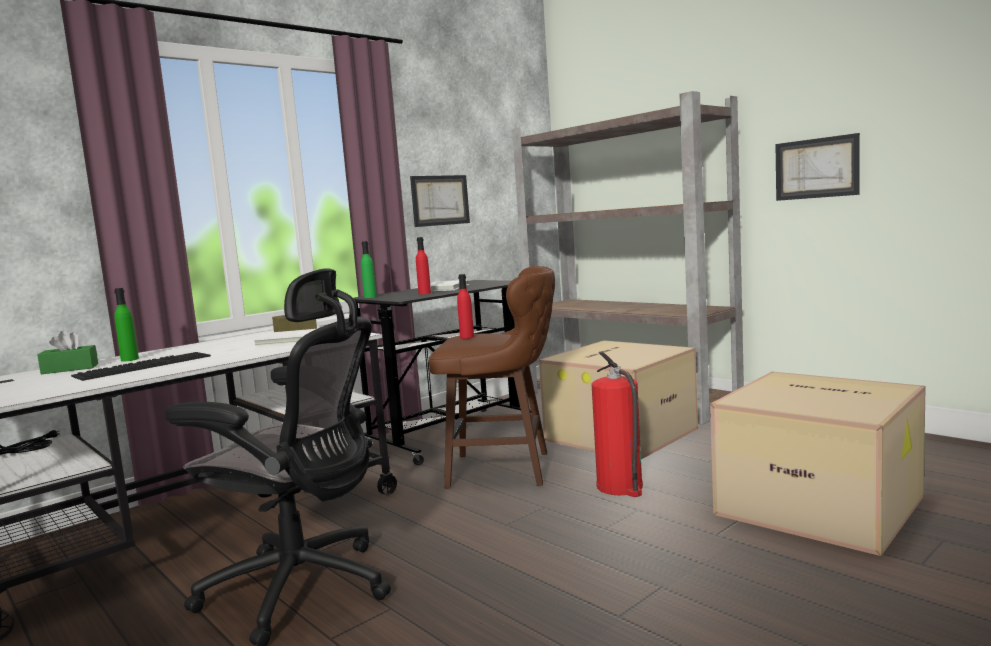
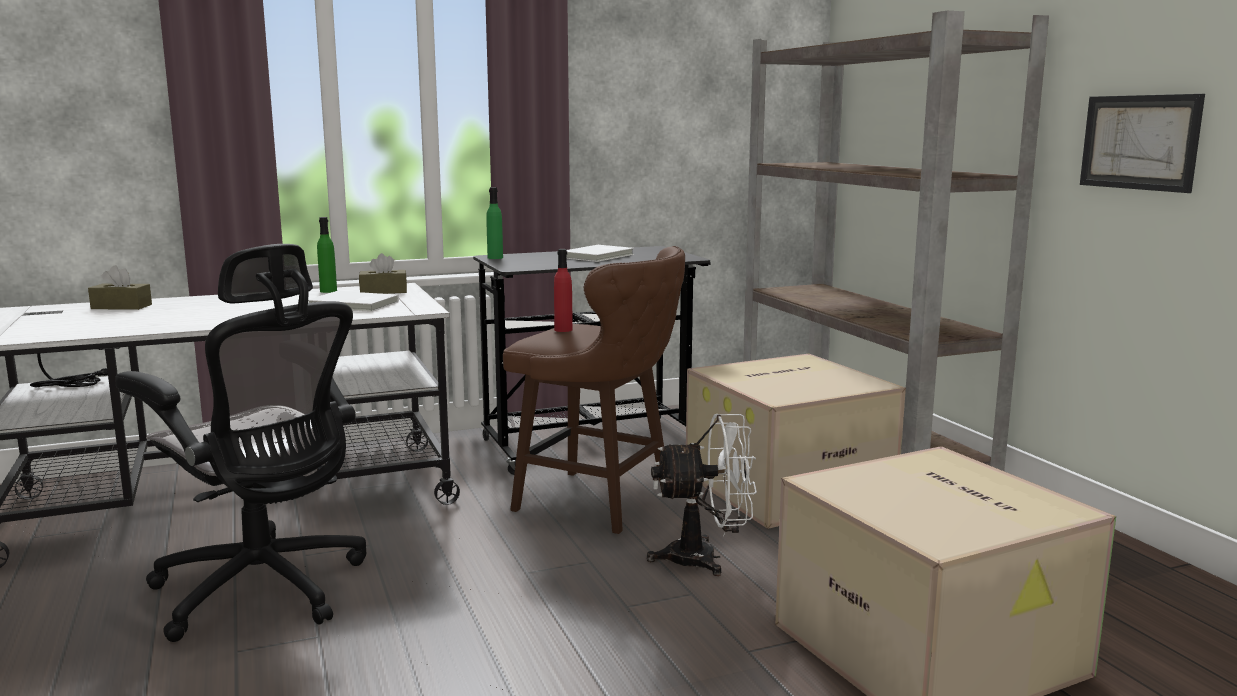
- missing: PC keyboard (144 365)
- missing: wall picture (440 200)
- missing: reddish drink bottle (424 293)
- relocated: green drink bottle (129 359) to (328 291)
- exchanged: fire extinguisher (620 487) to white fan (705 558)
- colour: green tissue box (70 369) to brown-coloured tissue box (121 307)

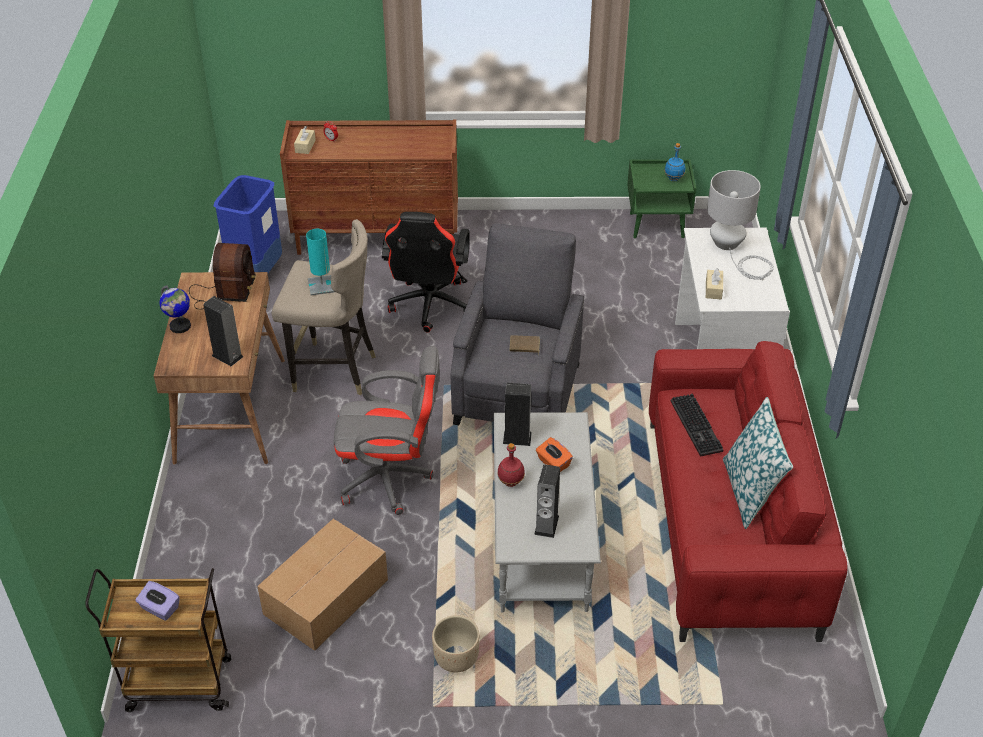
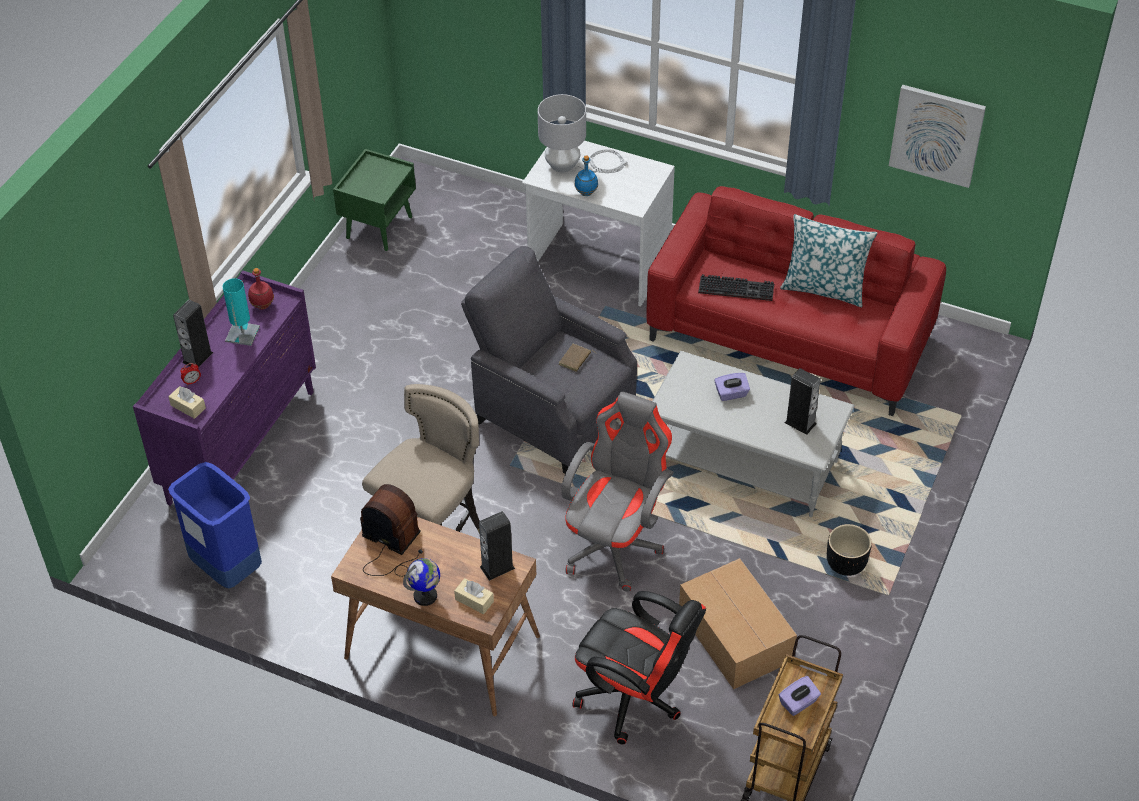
- appeared: wall picture (936 135)
- relocated: turquoise-coloured table lamp (322 285) to (242 334)
- relocated: black desk chair (429 309) to (636 702)
- relocated: reddish drink bottle (511 482) to (262 305)
- relocated: audio speaker (517 438) to (197 357)
- relocated: blue drink bottle (673 179) to (586 193)
- relocated: sand-coloured tissue box (713 289) to (474 600)
- colour: brown-coloured storage cabinet (378 239) to purplish storage cabinet (242 446)
- colour: sand-coloured planter (455 658) to black planter (845 564)
- colour: orange-coloured tissue box (553 463) to purplish tissue box (731 394)

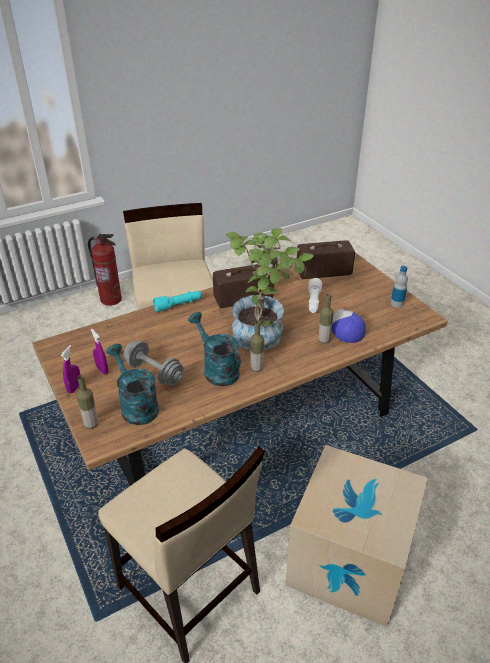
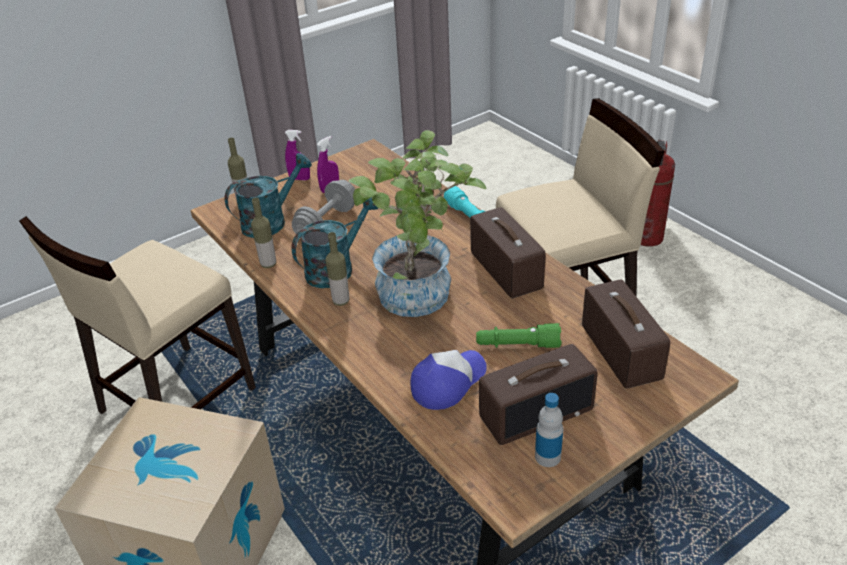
- appeared: radio set (536 412)
- relocated: drink bottle (324 340) to (268 264)
- colour: white flashlight (313 302) to green flashlight (517 345)

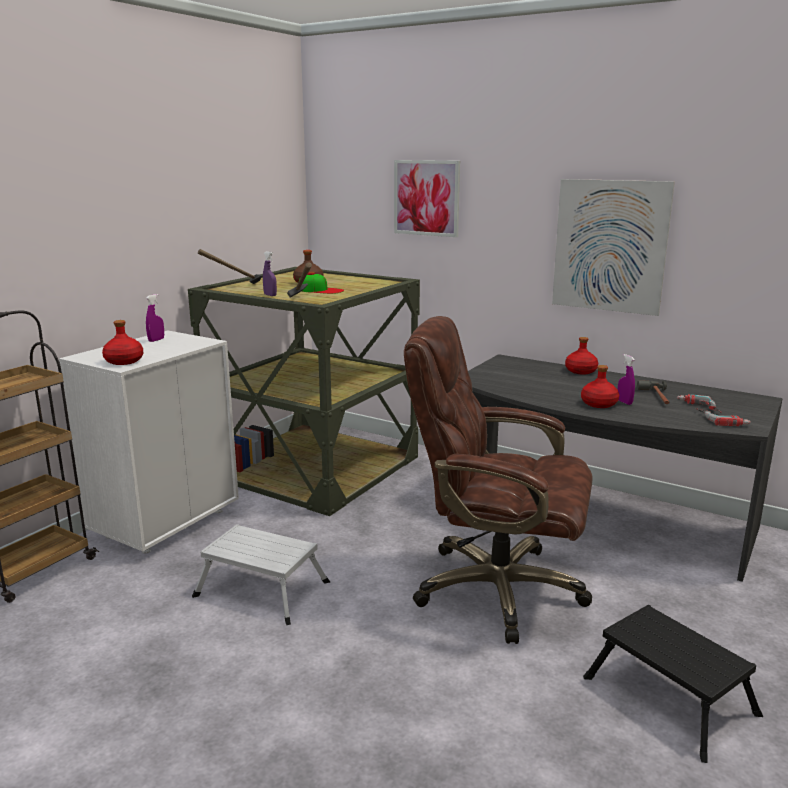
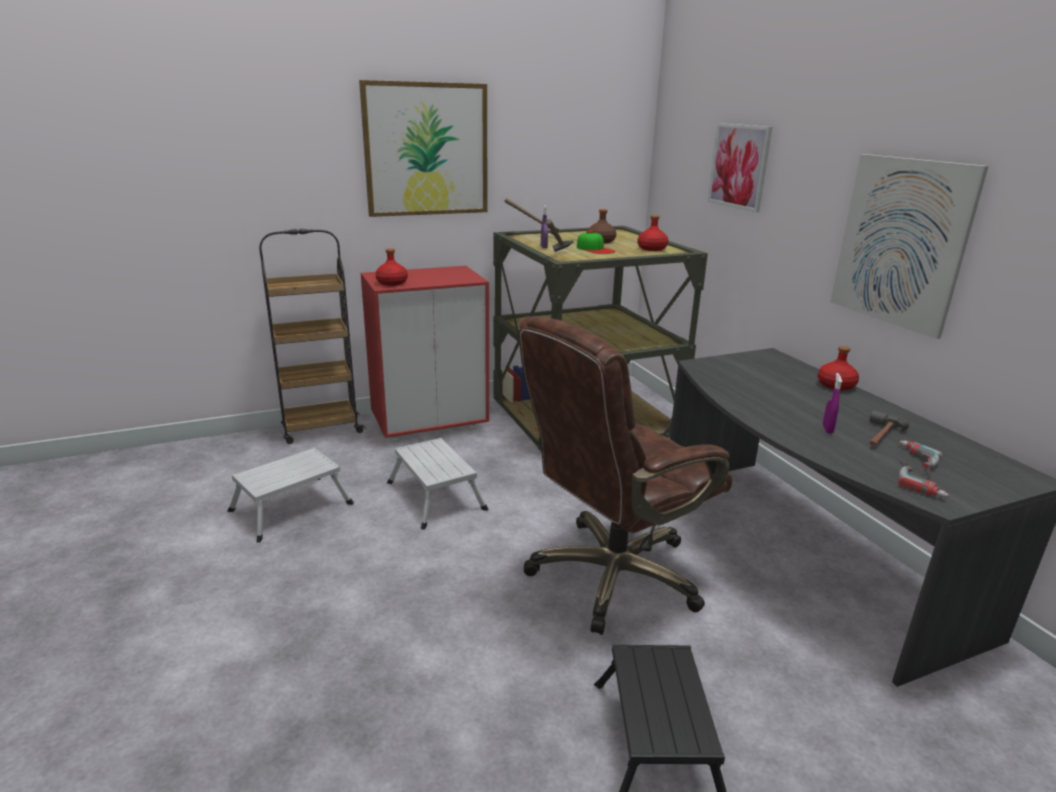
- missing: purplish spray bottle (156 340)
- appeared: white step ladder (292 507)
- appeared: wall picture (426 150)
- relocated: reddish drink bottle (599 404) to (652 249)
- colour: white storage cabinet (166 522) to reddish storage cabinet (430 423)
- spun: brown-coloured desk chair (498 589) = (614 574) 90 degrees counterclockwise

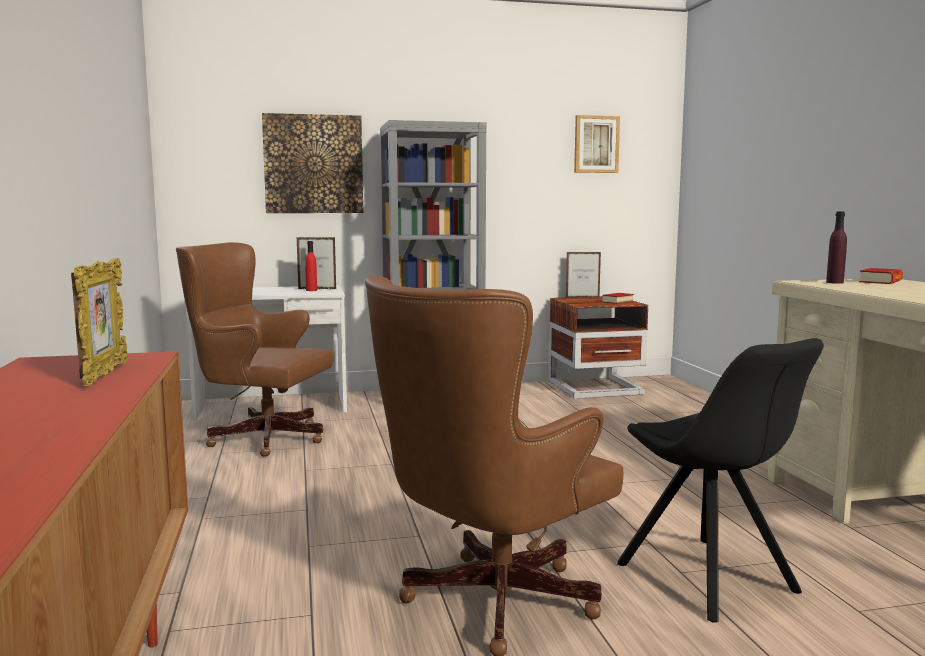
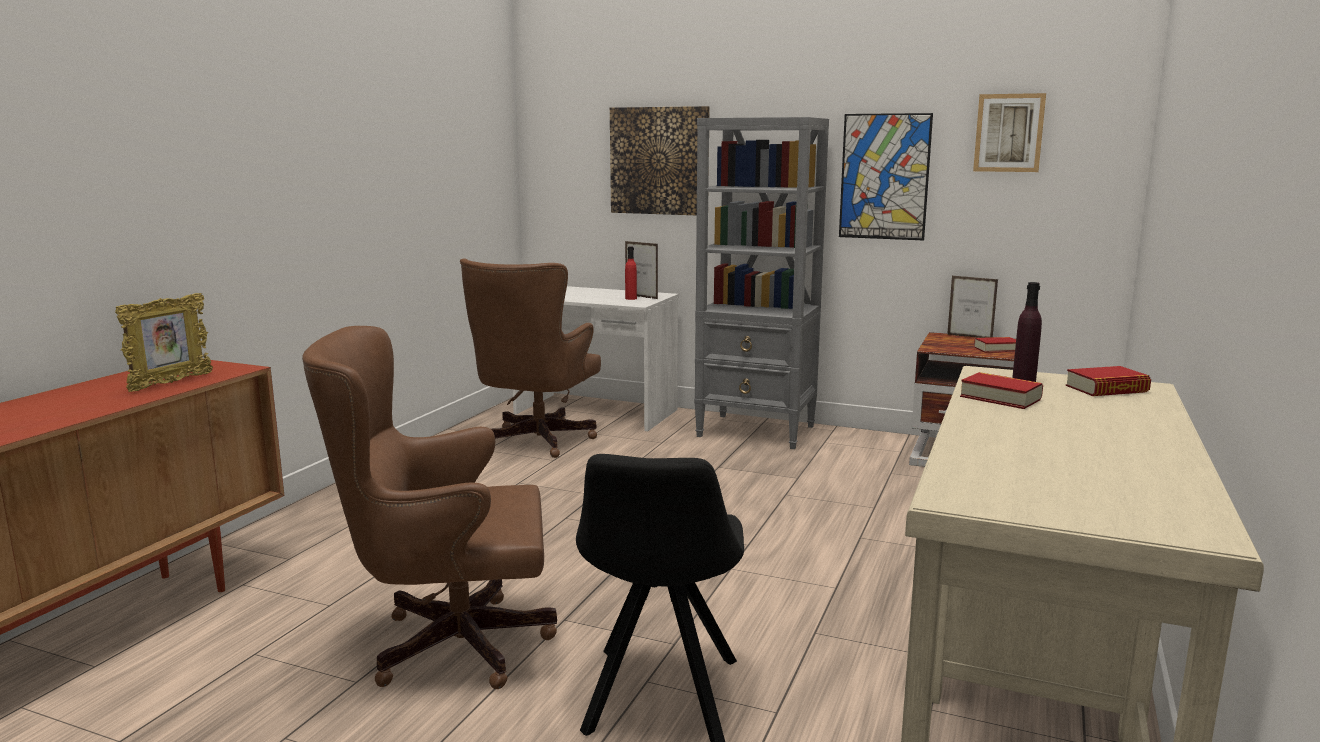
- appeared: wall picture (884 177)
- appeared: volume (1000 398)
- spun: brown-coloured desk chair (261 438) = (536 442) 120 degrees counterclockwise

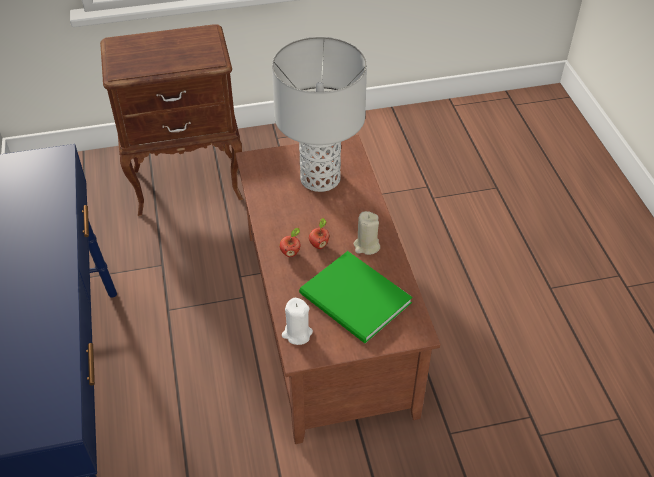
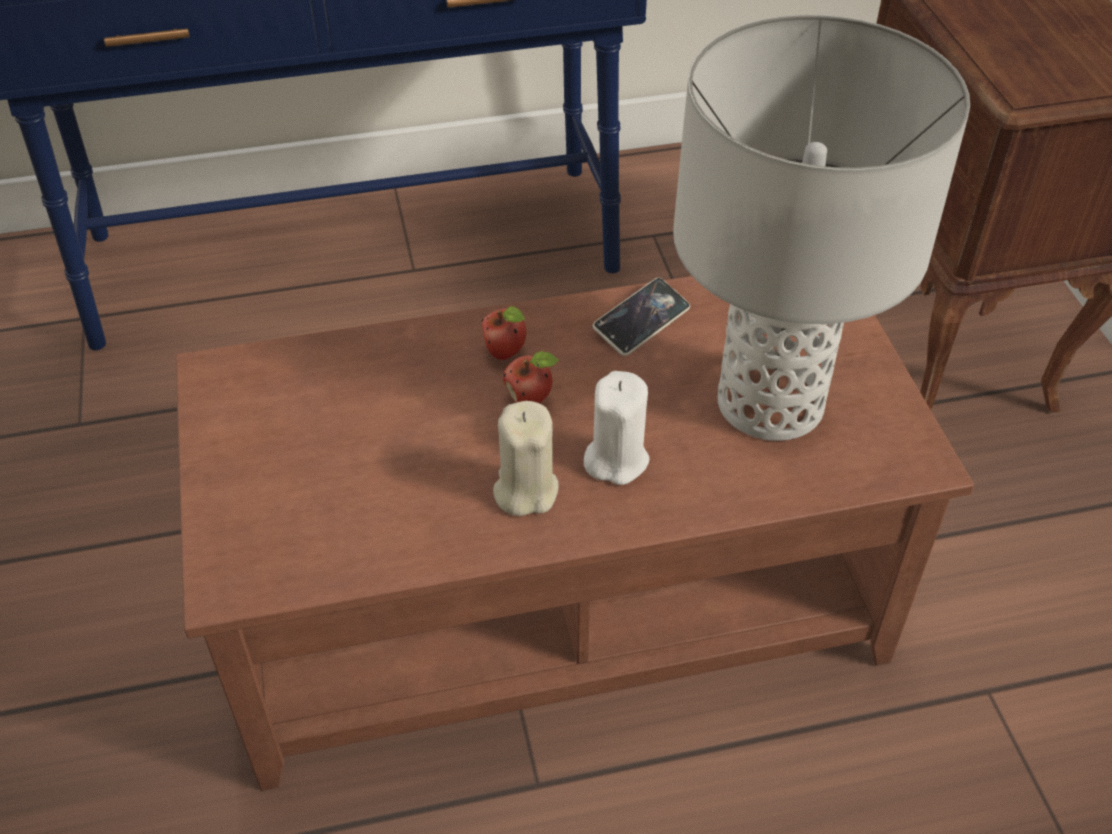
- missing: green volume (355 301)
- appeared: telephone (641 321)
- relocated: white candle (297 333) to (616 459)

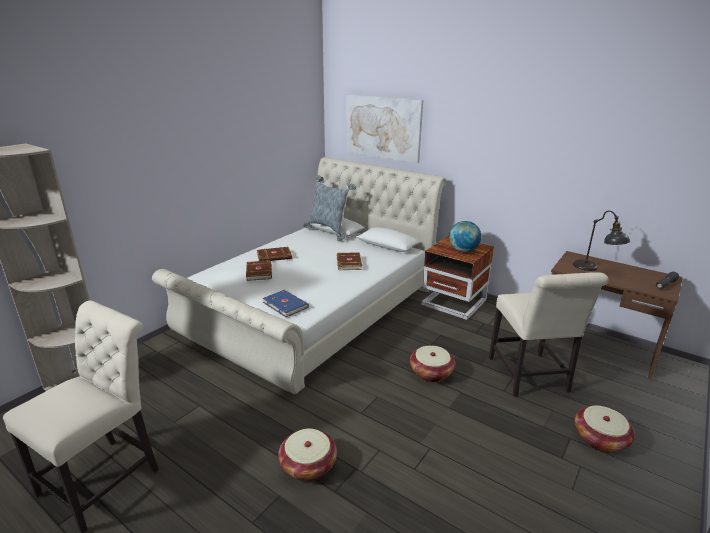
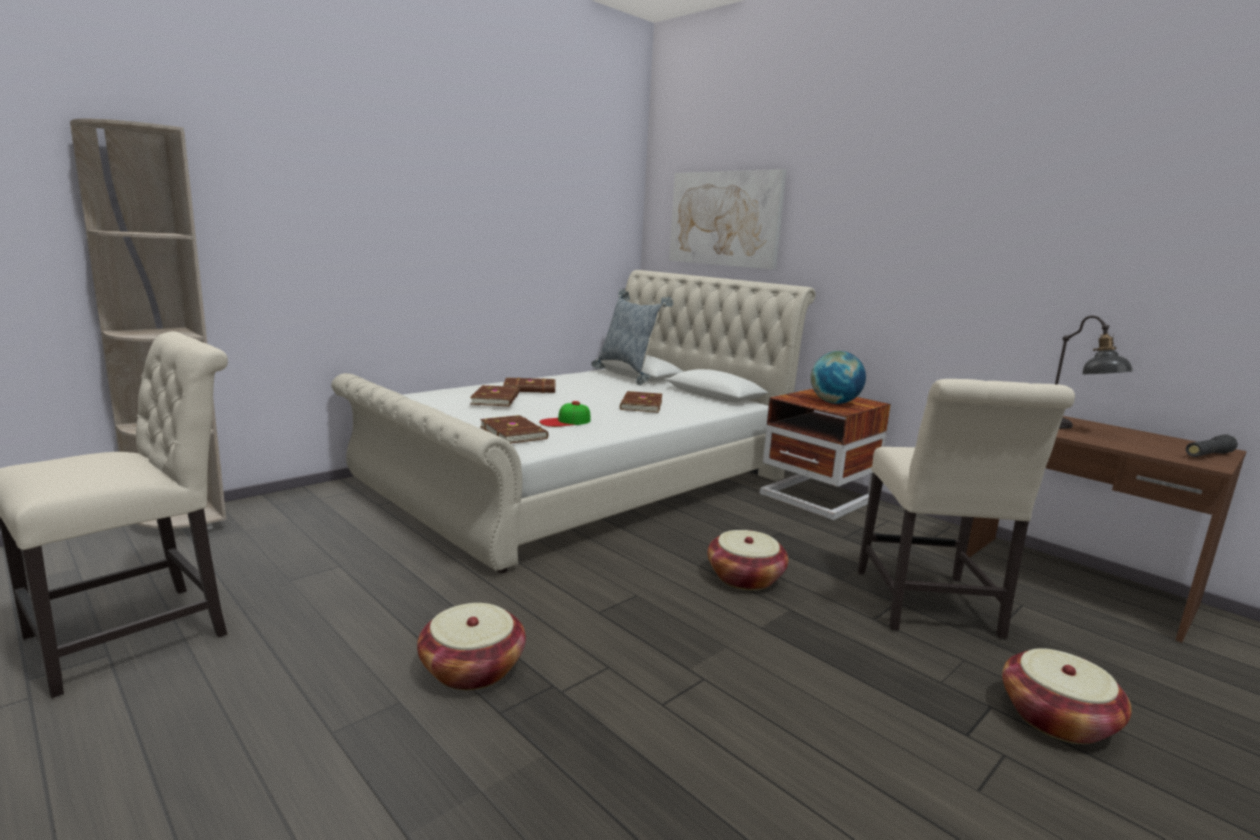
- appeared: cap (565 421)
- colour: blue volume (286 304) to brown-coloured volume (514 433)

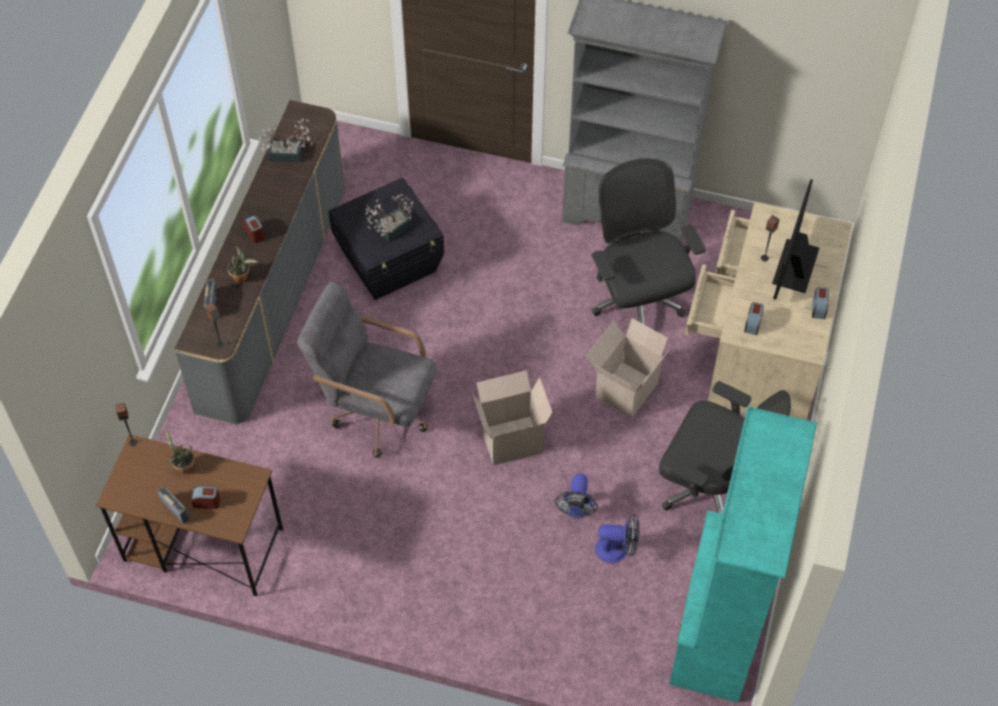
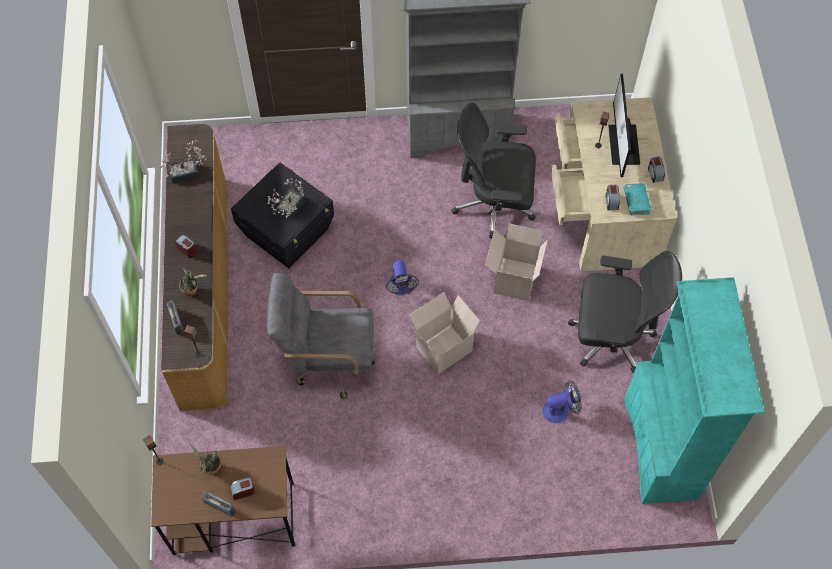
- appeared: turquoise-coloured volume (636 202)
- relocated: fan (576 509) to (401 288)
- colour: grey storage cabinet (274 293) to brown-coloured storage cabinet (204 288)
- spun: desk chair (637 302) = (495 206) 45 degrees counterclockwise

